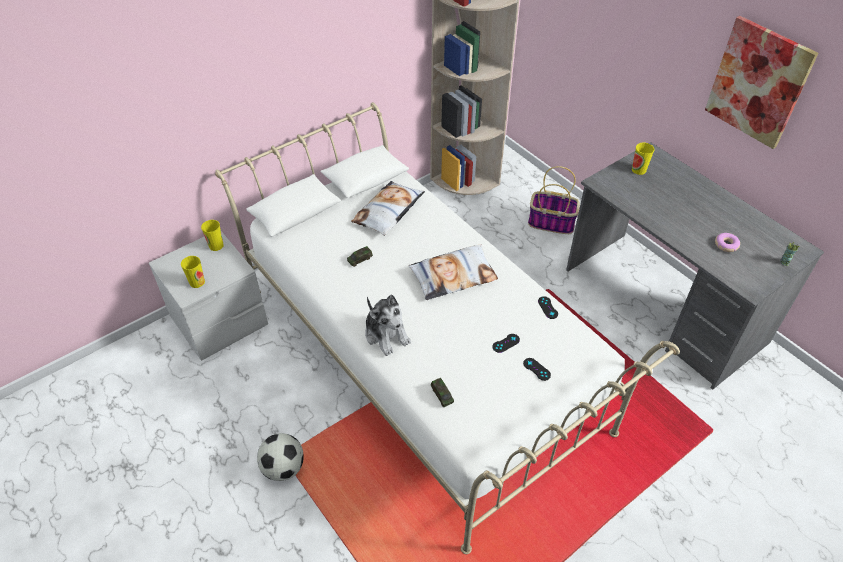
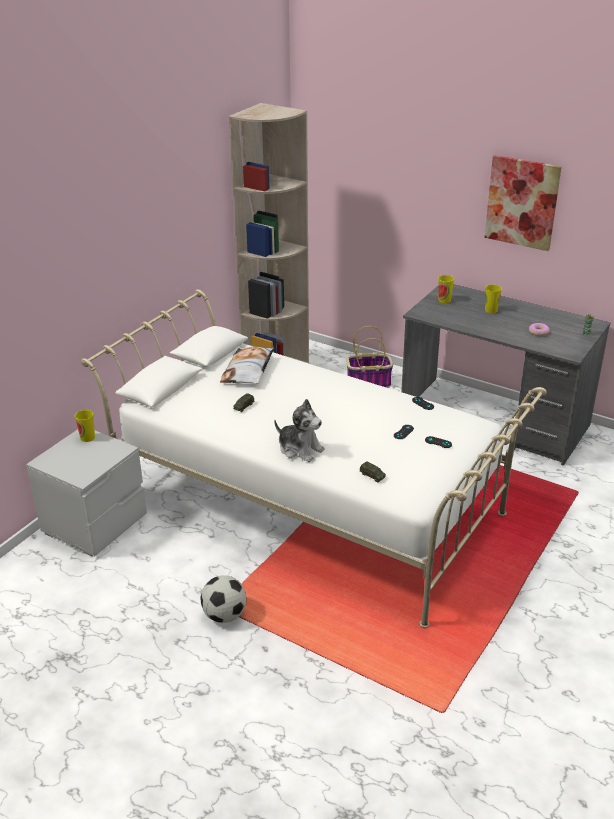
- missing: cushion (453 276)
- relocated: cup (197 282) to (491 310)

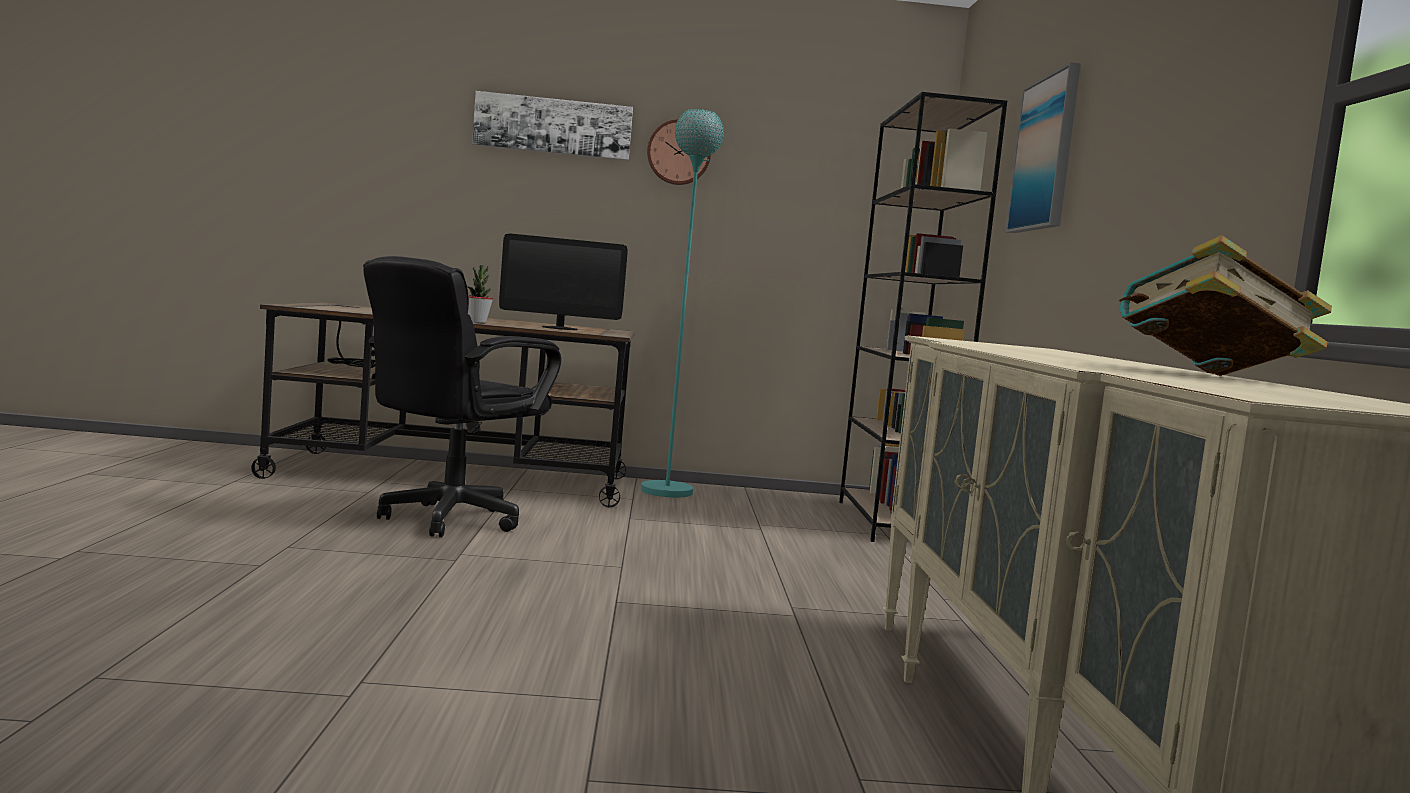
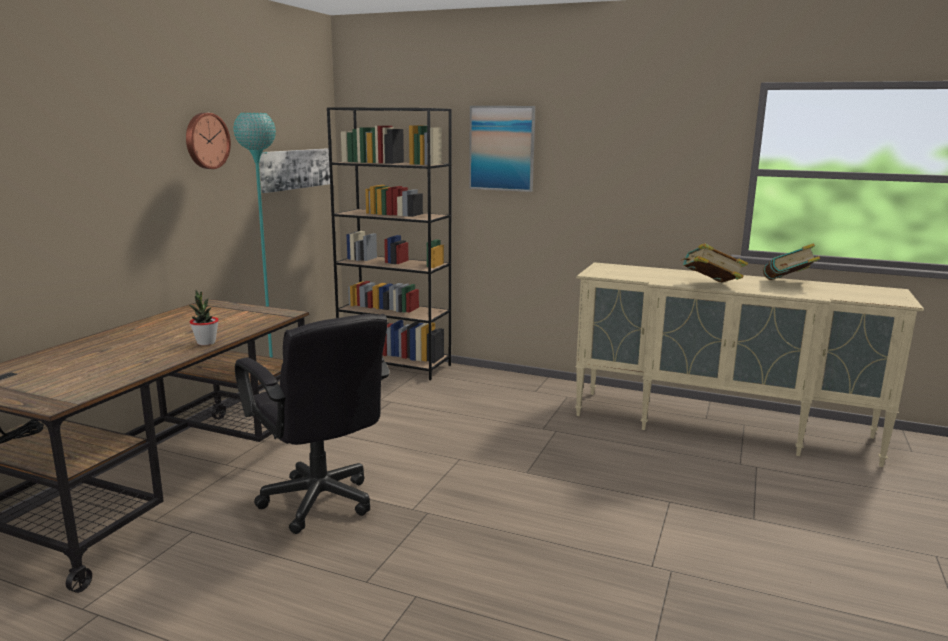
- missing: monitor (559 328)
- appeared: volume (710 285)
- relocated: wall picture (553 126) to (296 169)

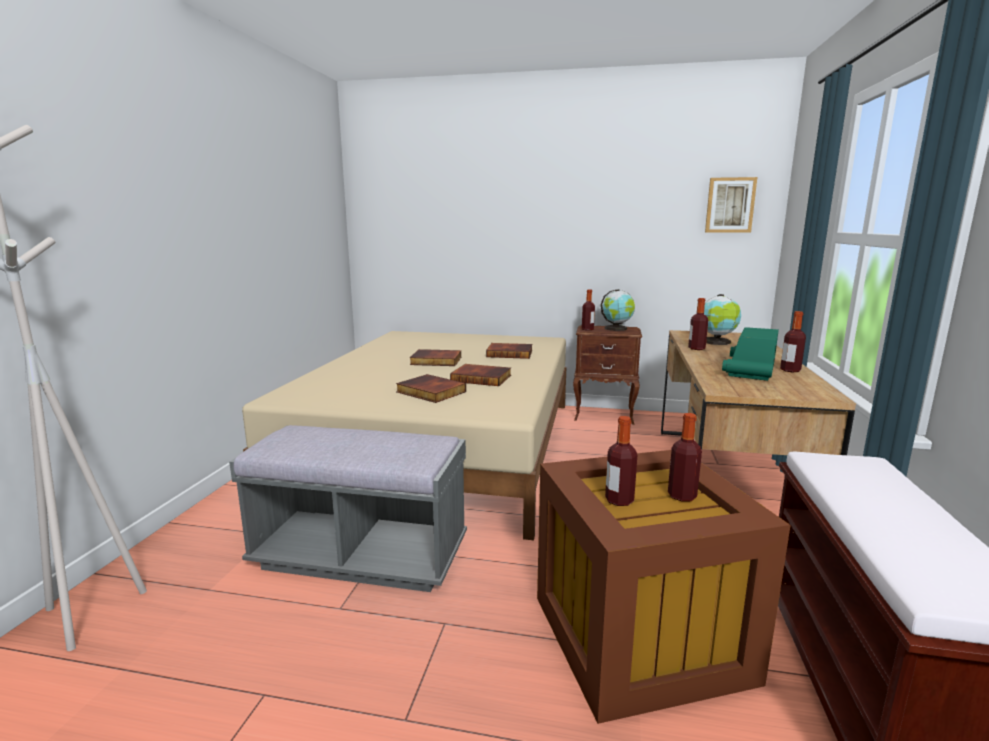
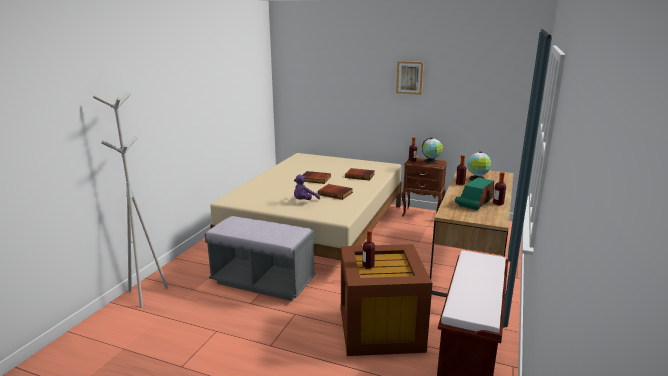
- missing: drink bottle (682 496)
- relocated: wall picture (730 205) to (409 77)
- exchanged: volume (430 392) to purplish plush toy (304 201)

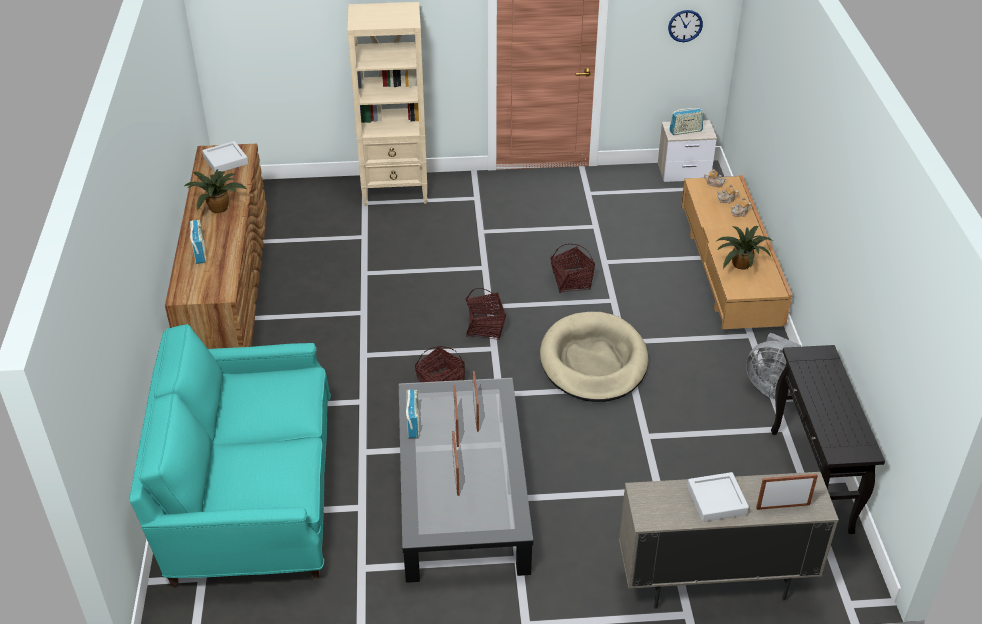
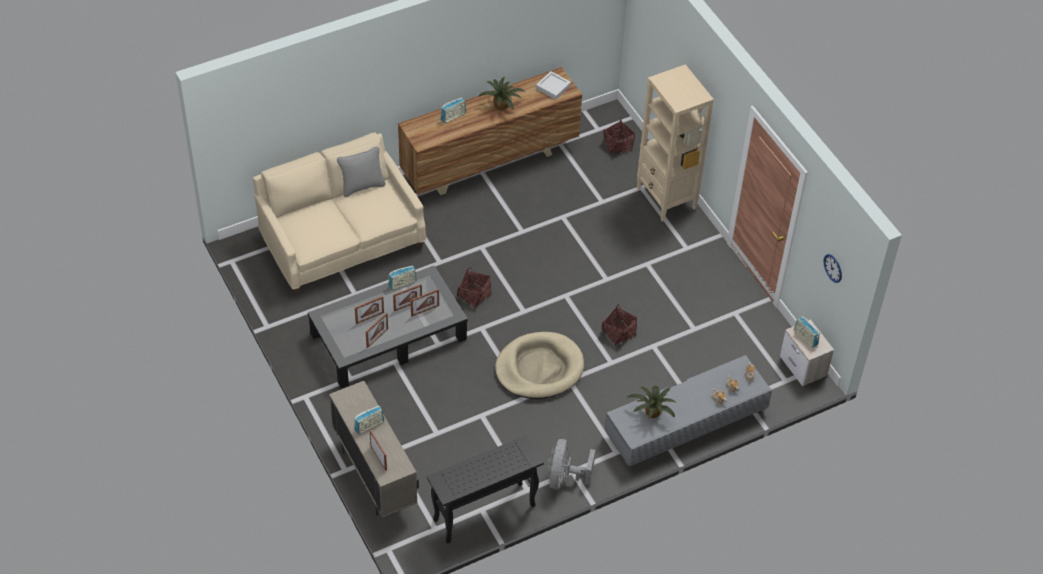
- appeared: grey cushion (362 186)
- appeared: photo frame (377 338)
- relocated: household basket (485 327) to (618 145)
- exchanged: grey carrying tray (716 500) to radio set (369 425)
- colour: turquoise-coloured sofa (249 493) to sand-coloured sofa (341 240)
- colour: brown-coloured tv stand (729 271) to grey tv stand (686 424)

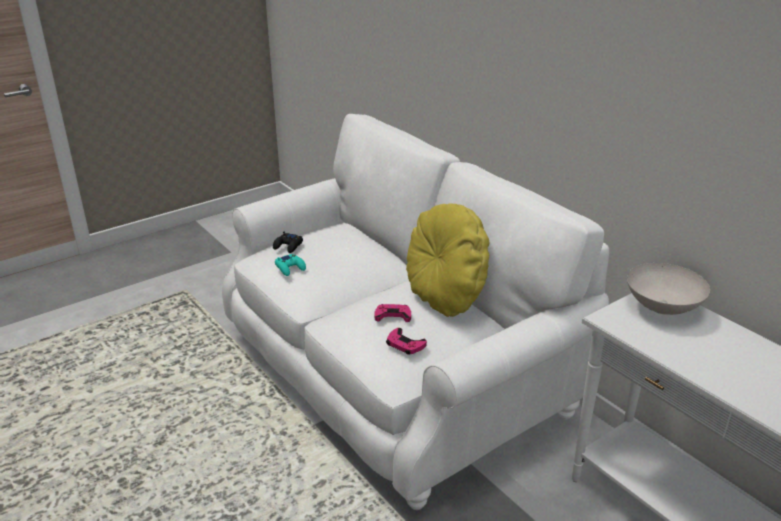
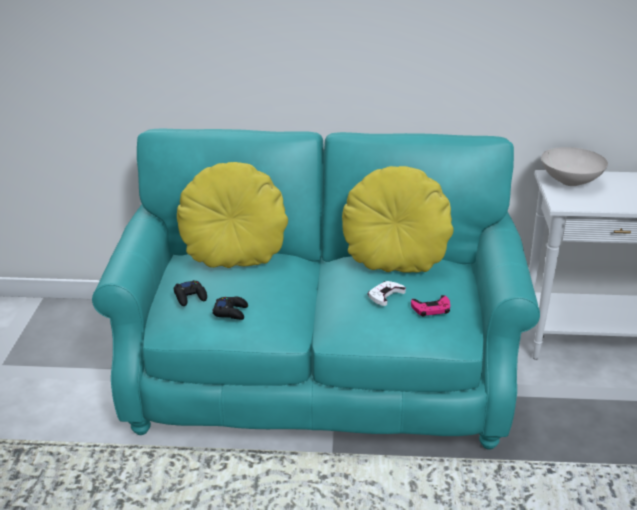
- appeared: yellow cushion (235 259)
- colour: white sofa (392 372) to turquoise-coloured sofa (318 375)
- colour: turquoise-coloured game controller (290 268) to black game controller (231 312)
- colour: pink game controller (393 315) to white game controller (385 295)

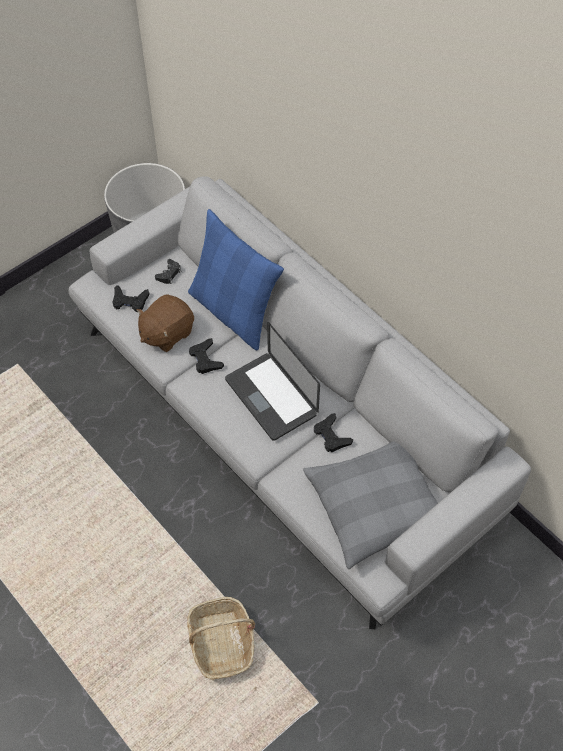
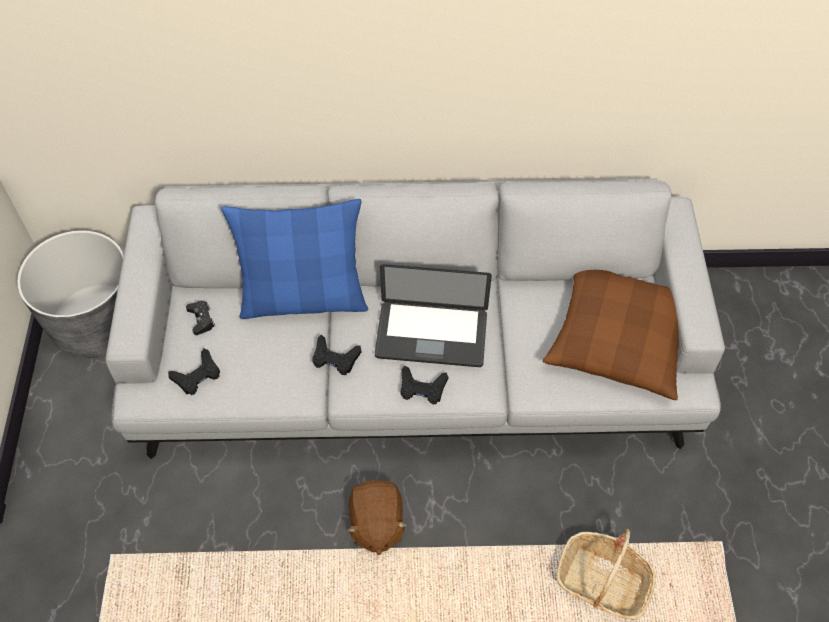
- relocated: brown-coloured plush toy (166 333) to (376 524)
- relocated: black game controller (331 436) to (422 388)
- colour: grey cushion (377 506) to brown-coloured cushion (619 337)

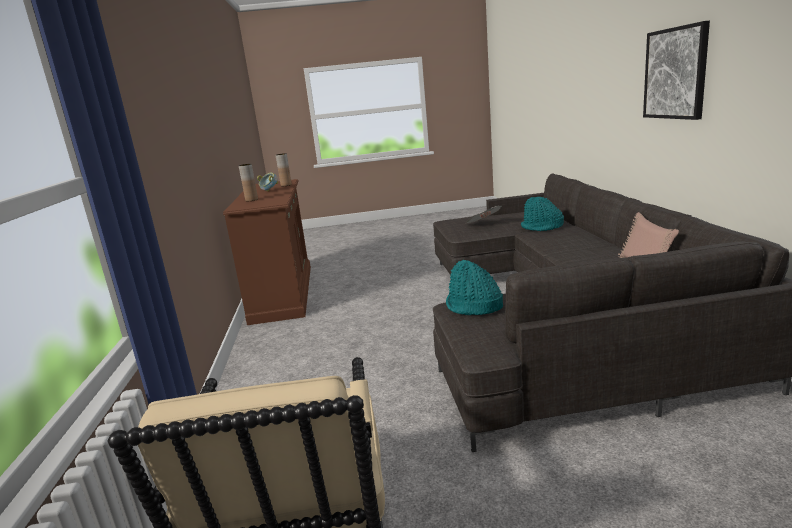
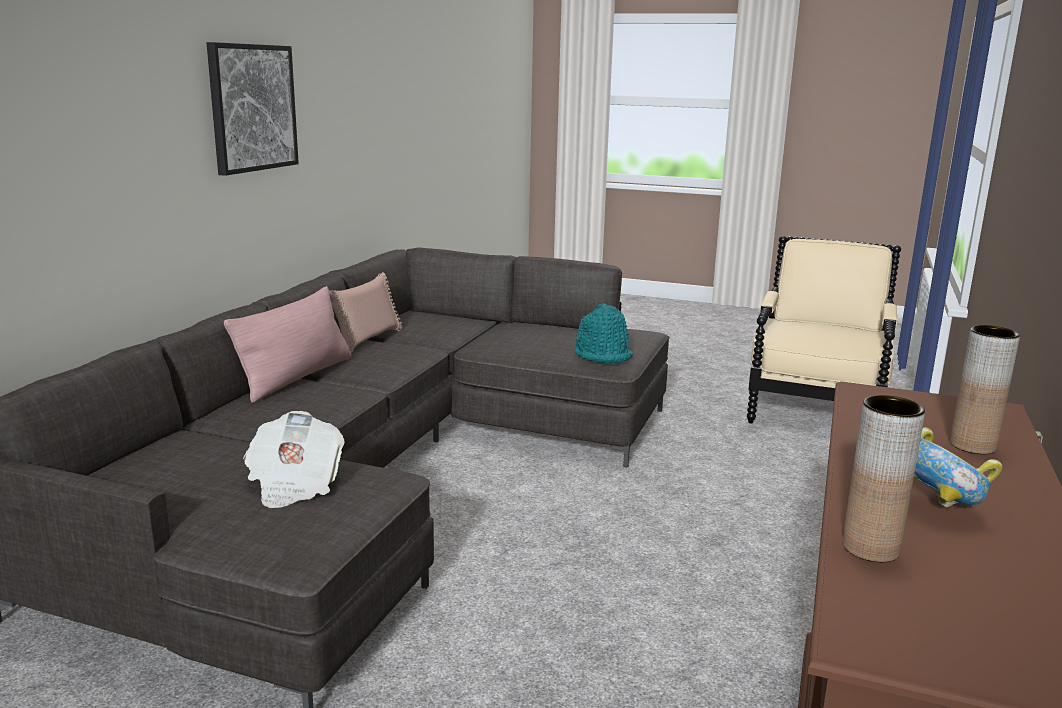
- missing: turquoise-coloured clothing hat (542 227)
- appeared: pink cushion (296 377)

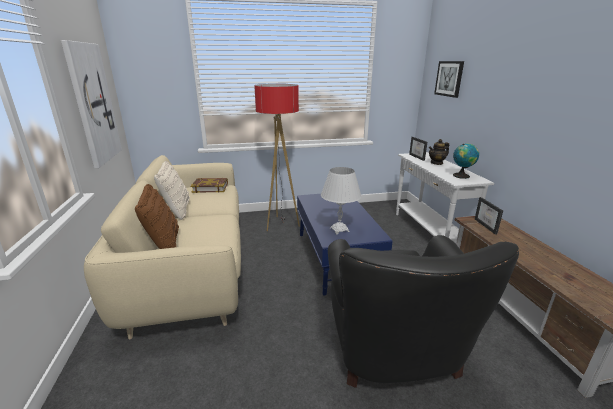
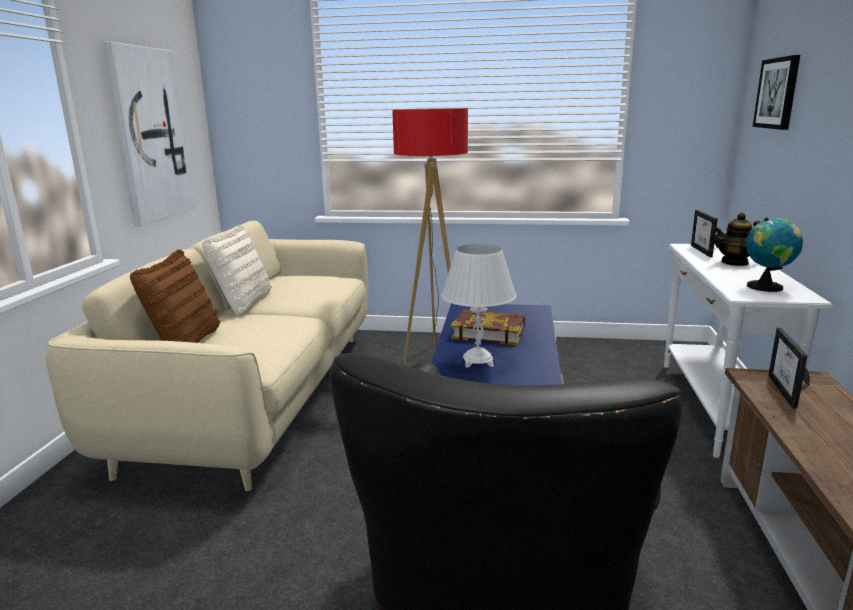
- relocated: volume (210 188) to (489 332)

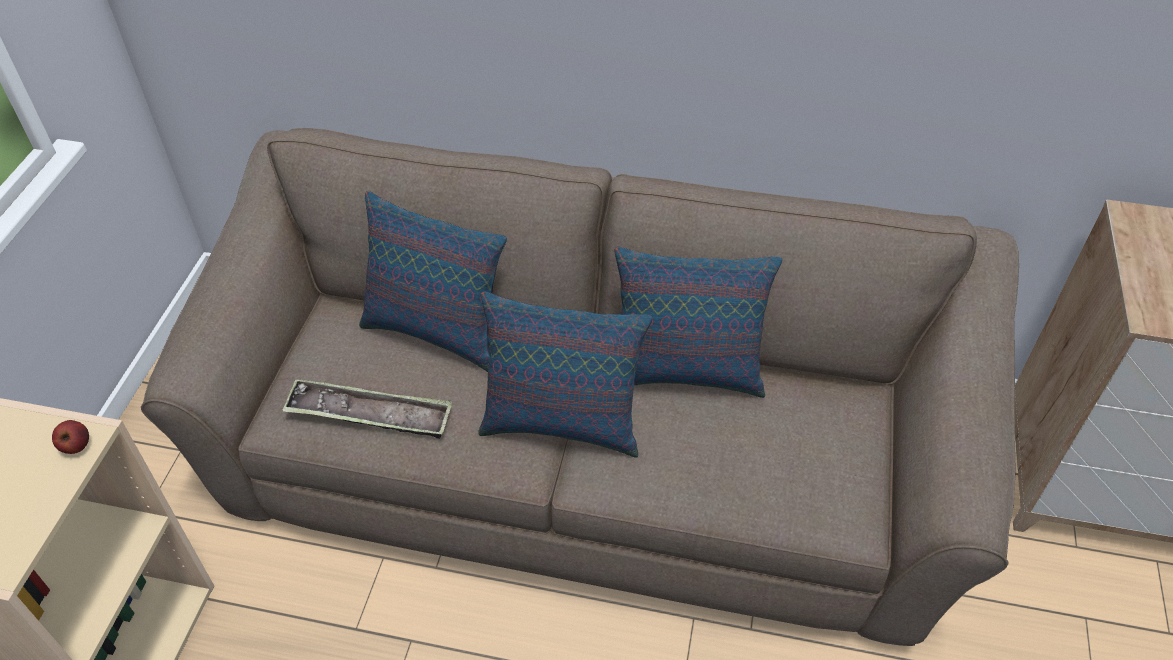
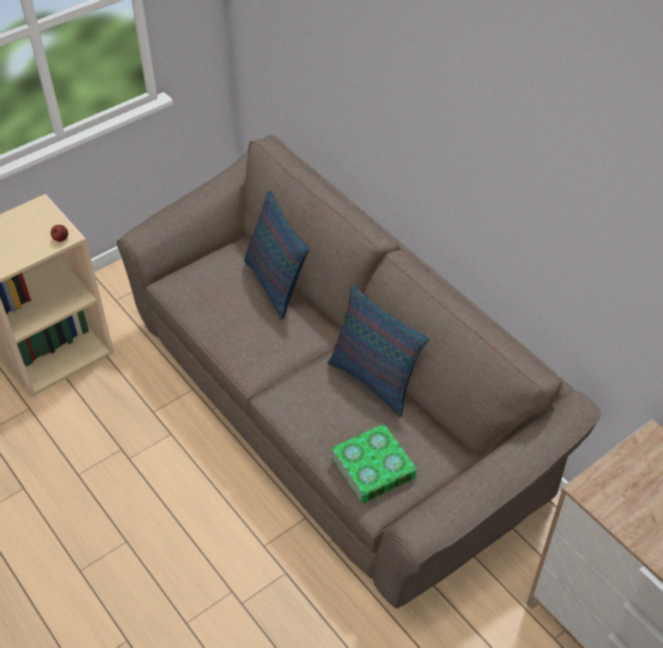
- missing: carrying tray (370 415)
- missing: blue cushion (562 426)
- appeared: volume (373 467)

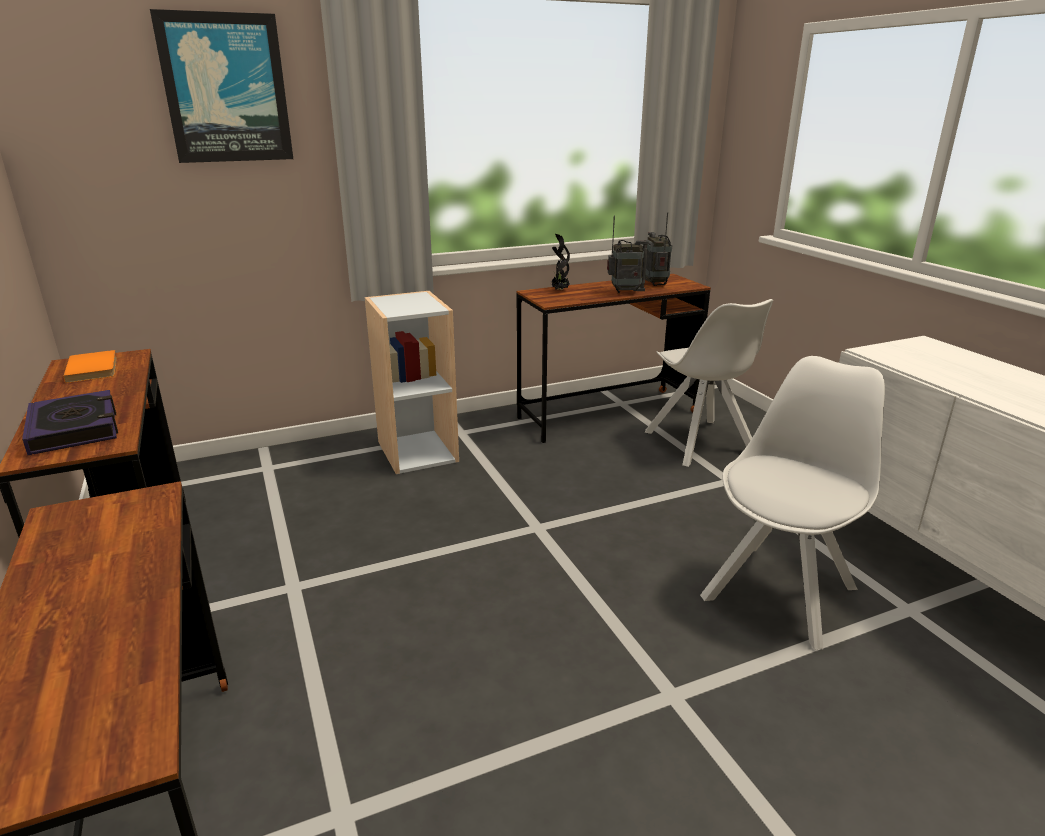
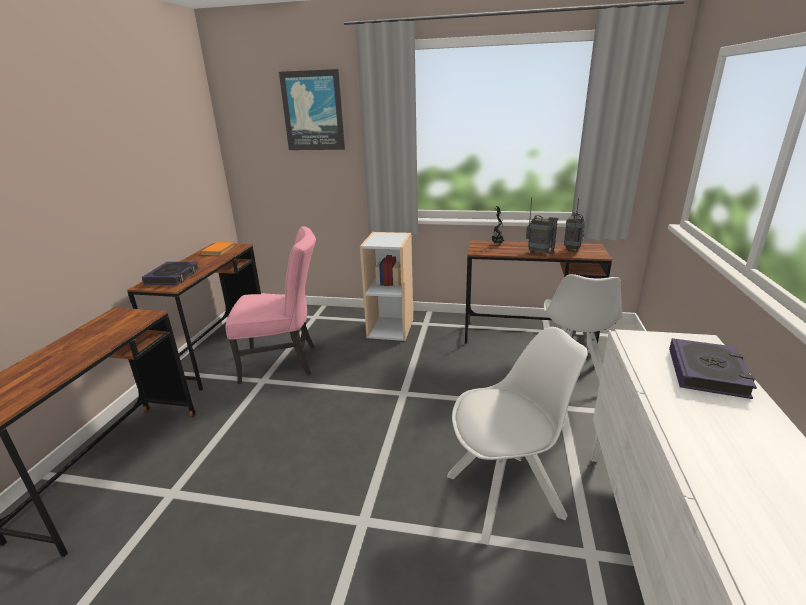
- appeared: pink chair (284 362)
- appeared: volume (707 372)

